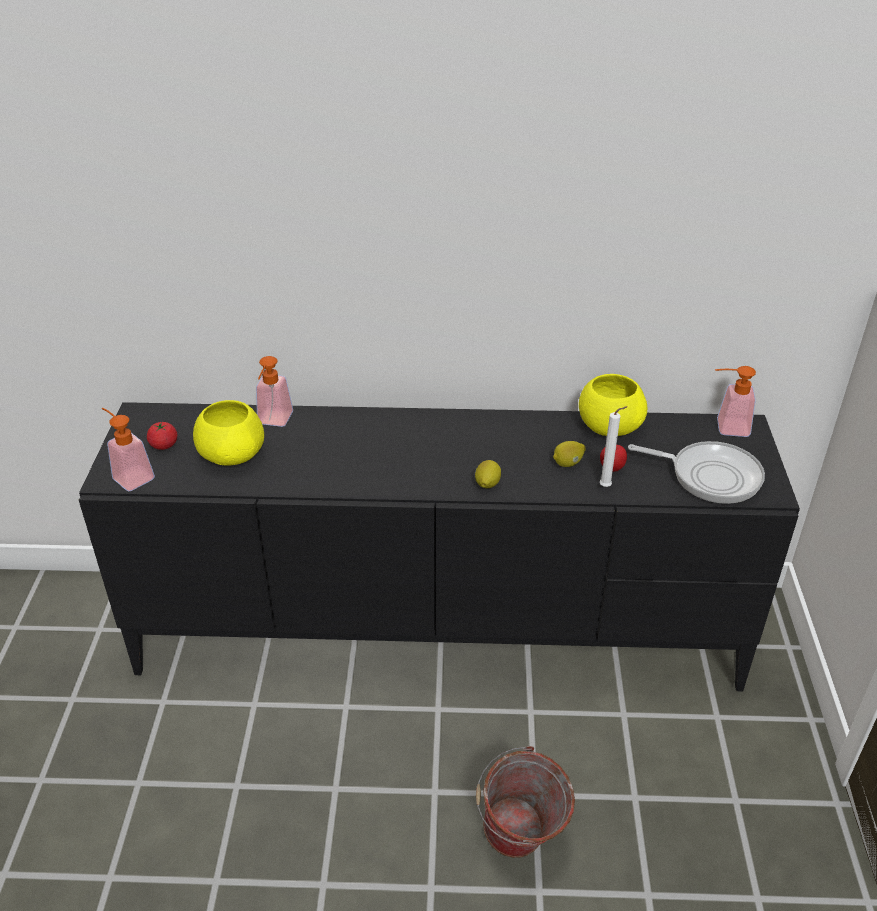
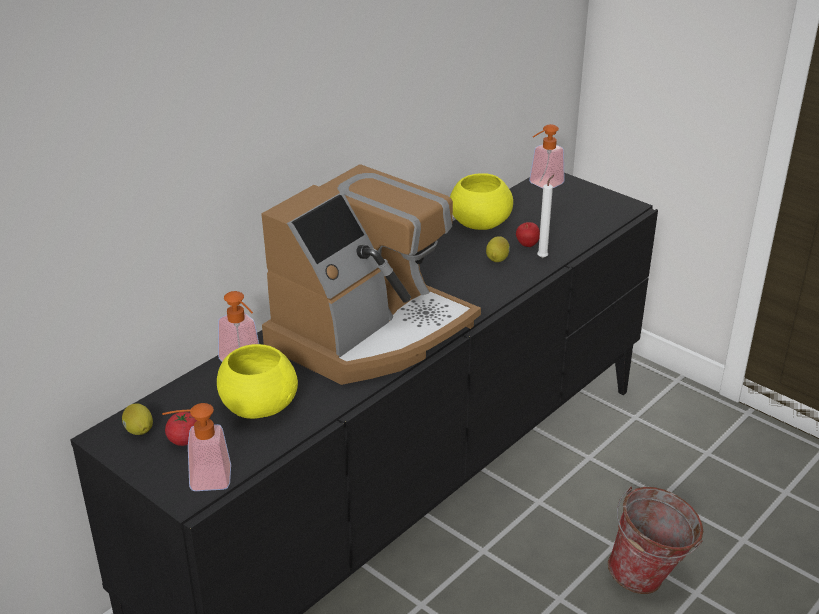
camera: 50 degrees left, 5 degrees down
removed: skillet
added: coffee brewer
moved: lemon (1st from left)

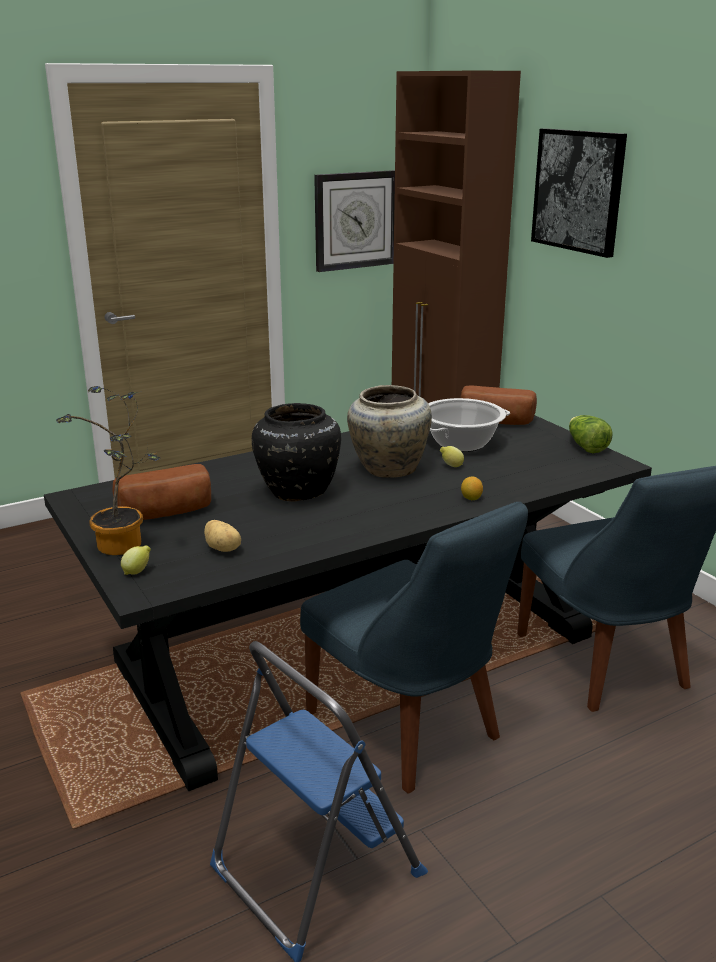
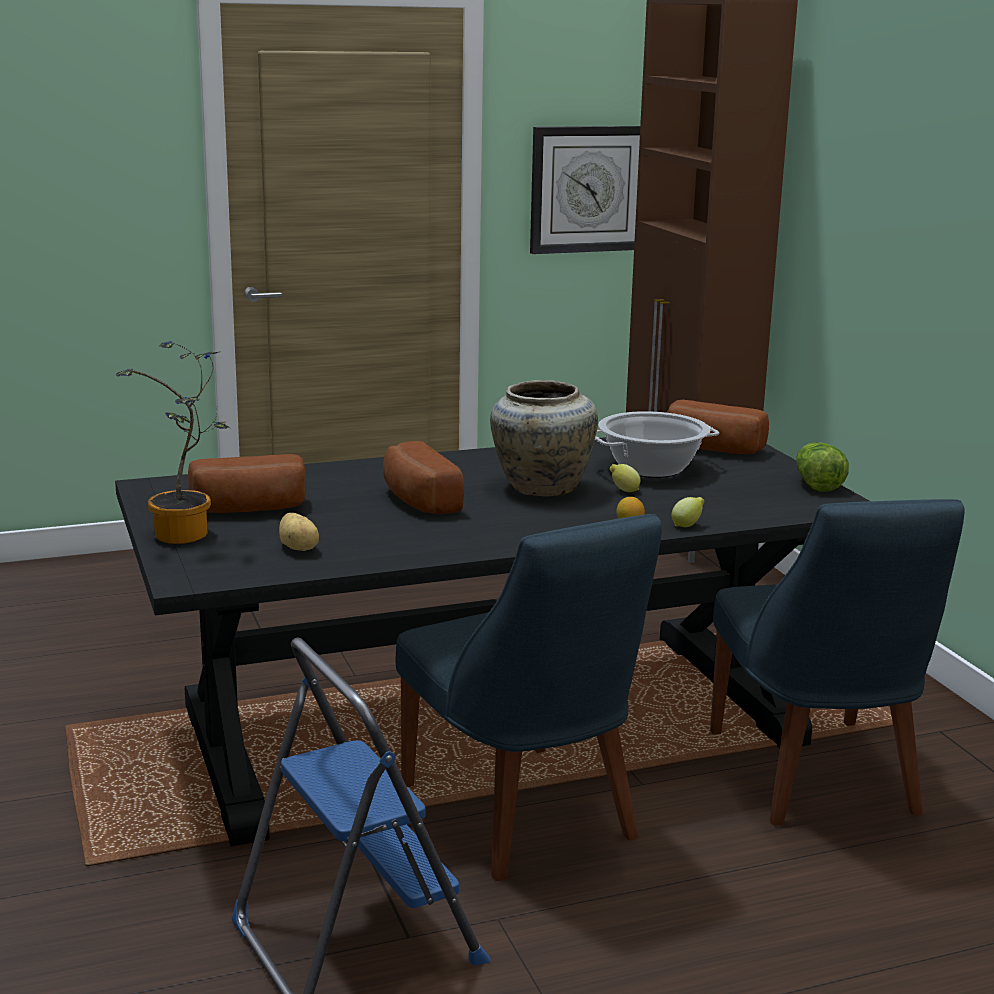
camera: 10 degrees right, 5 degrees down
removed: wall art
moved: lemon (1st from left in the first image) to lemon (3rd from left)
replaced: black decorative vase to baked bread (2nd from left)

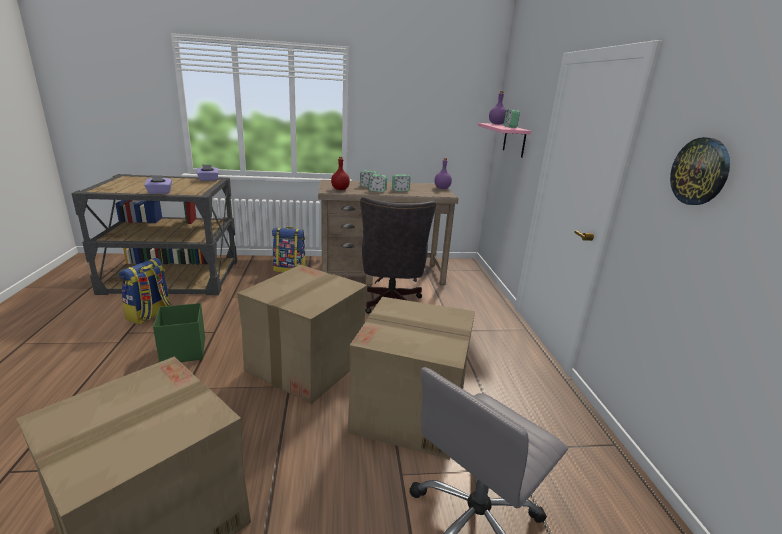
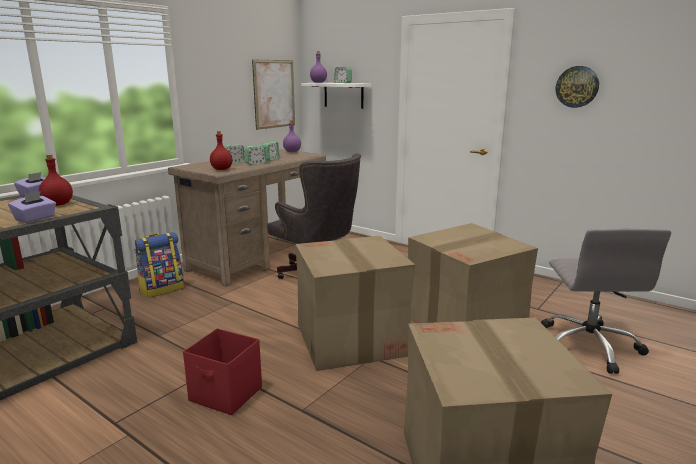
camera: 45 degrees left, 5 degrees down
removed: knapsack (1st from left)
added: red-coloured beverage bottle (1st from left); wall art
recoloured: greenish storage bin to red-coloured storage bin; pinkish wall shelf to whitish wall shelf

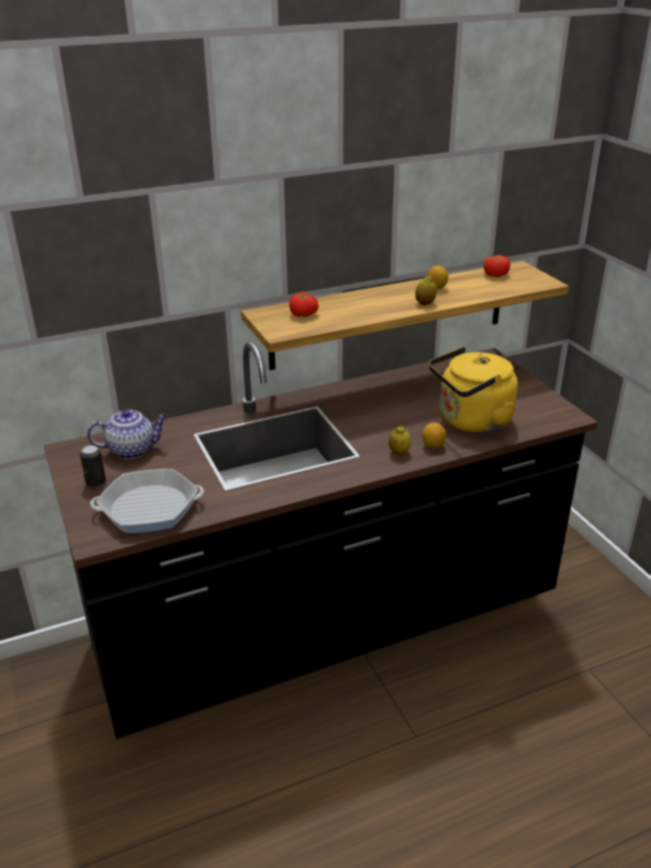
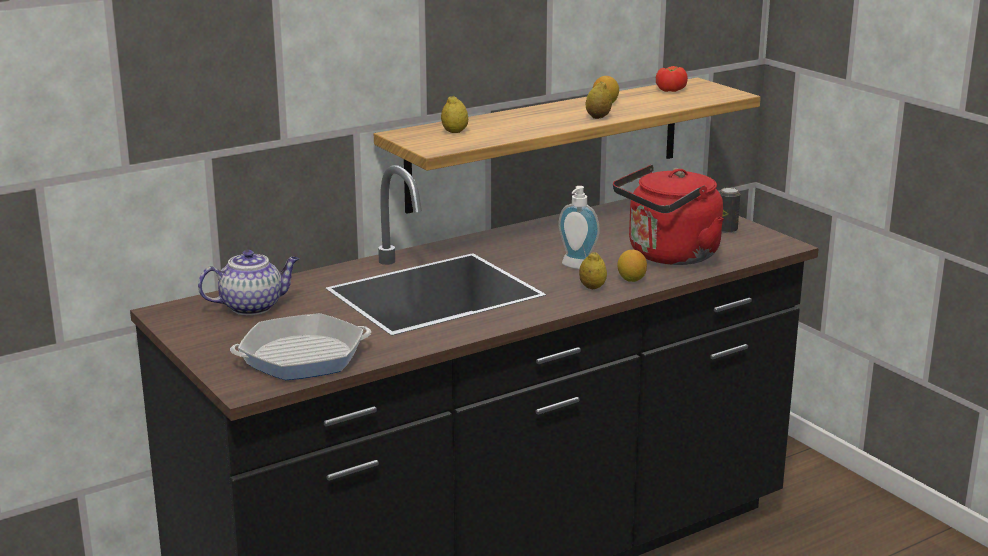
camera: 10 degrees left, 10 degrees down
added: soap dispenser
moved: sealed can
replaced: tomato (1st from left) to lemon (1st from left)
recoloured: yellowish kettle to red-coloured kettle

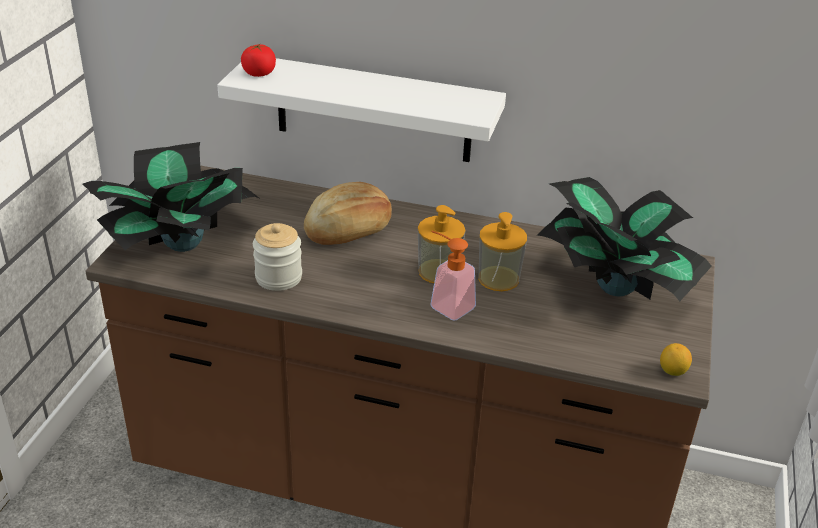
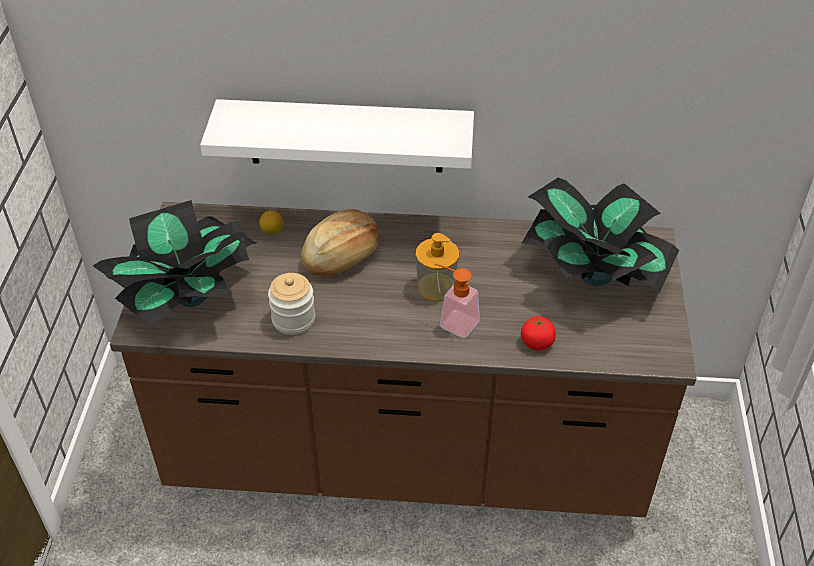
camera: 10 degrees left, 10 degrees up
removed: soap dispenser (3rd from left)
moved: tomato; lemon

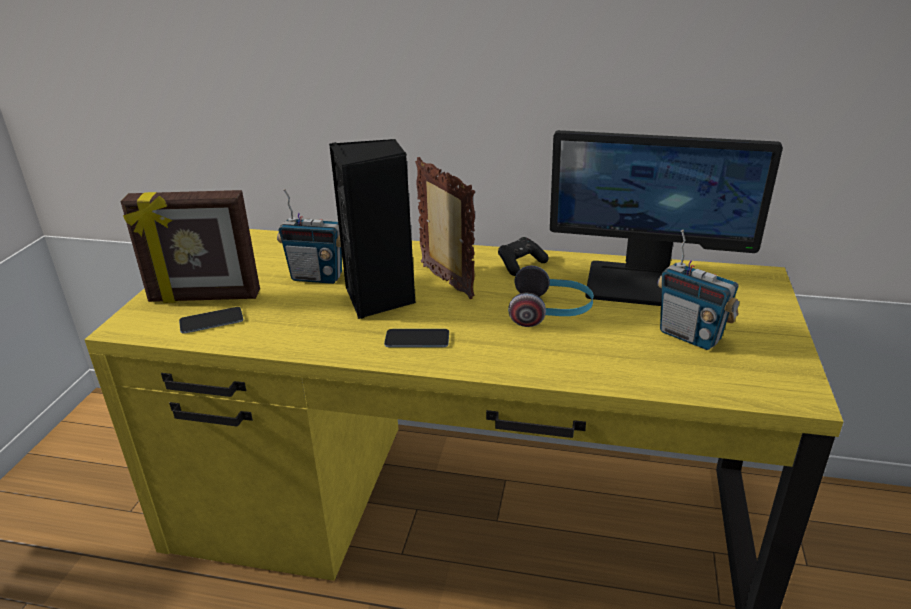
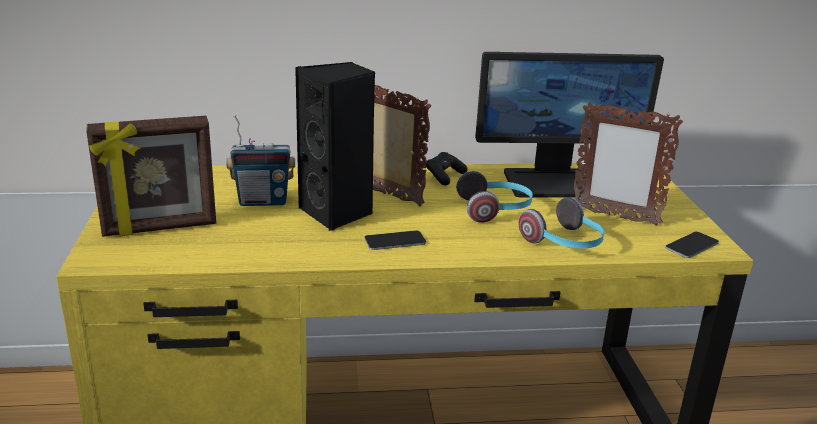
camera: 20 degrees left, 5 degrees down
added: pair of headphones (2nd from left)
moved: telephone (1st from left in the first image) to telephone (2nd from left)
replaced: radio set (2nd from left) to standing frame (3rd from left)

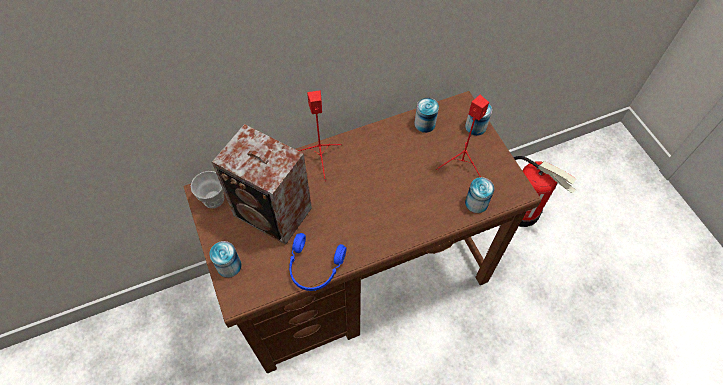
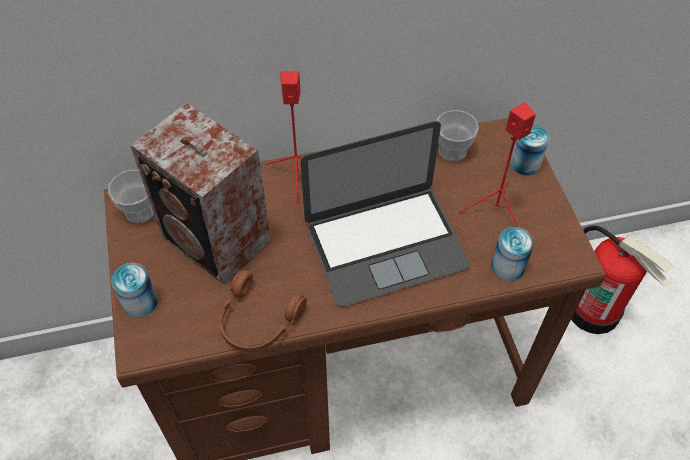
camera: 10 degrees right, 5 degrees down
added: laptop
replaced: sealed can (2nd from left) to small cup (2nd from left)
recoloured: blue-coloured pair of headphones to brown-coloured pair of headphones

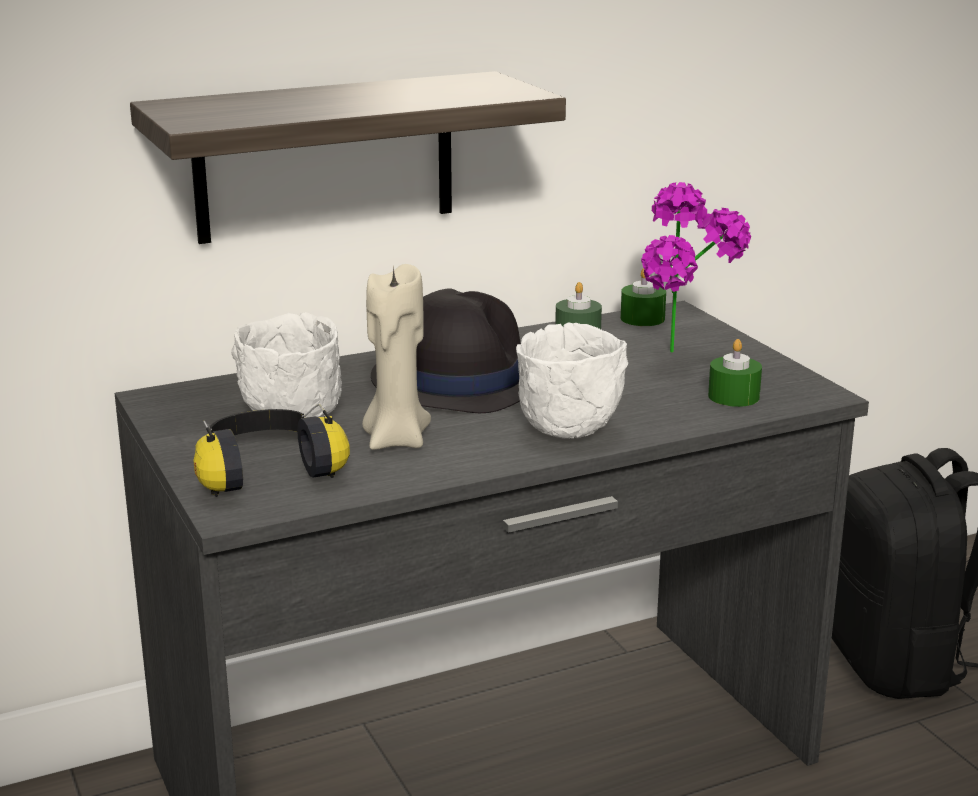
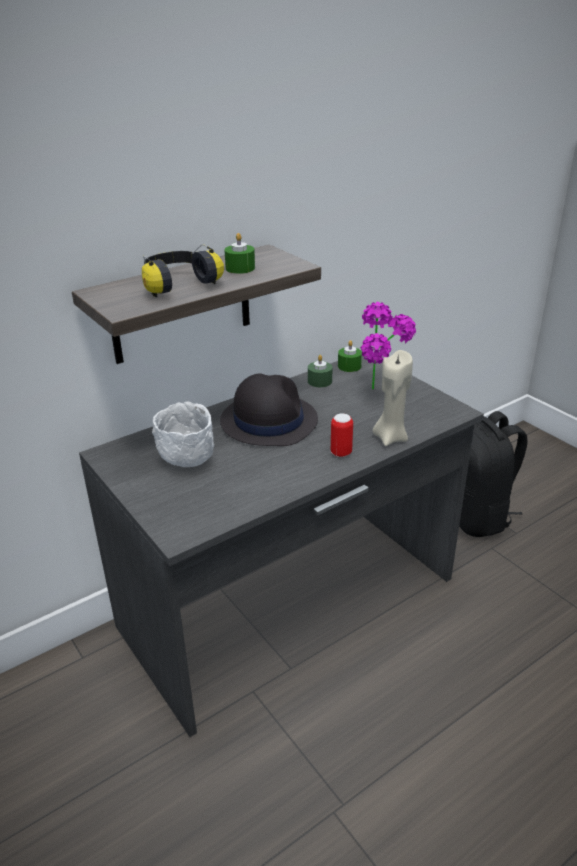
camera: 10 degrees left, 10 degrees up
moved: pair of headphones; beige-coloured candle; greenish candle (3rd from left in the first image) to greenish candle (1st from left)
replaced: whitish deep dish (2nd from left) to sealed can

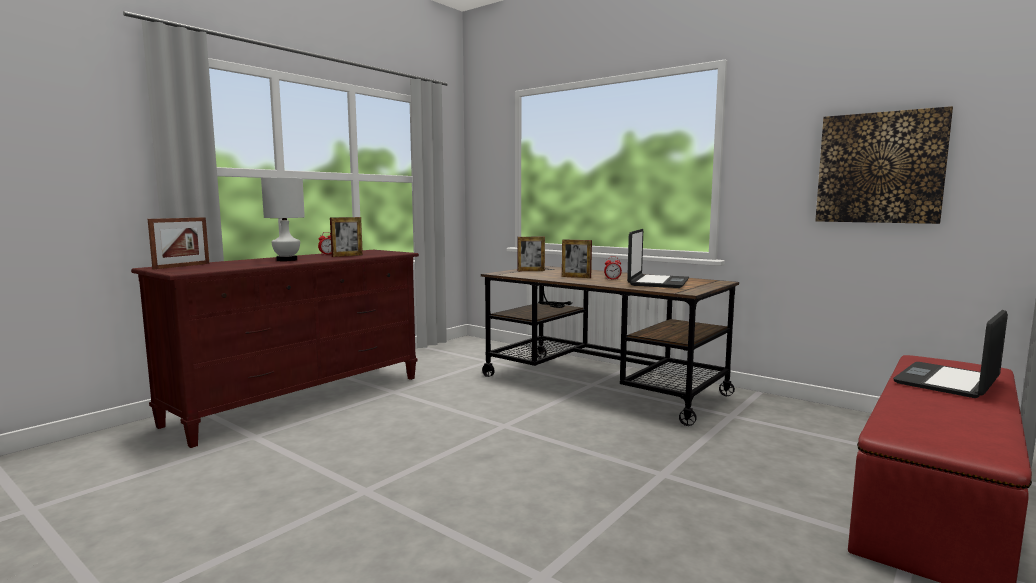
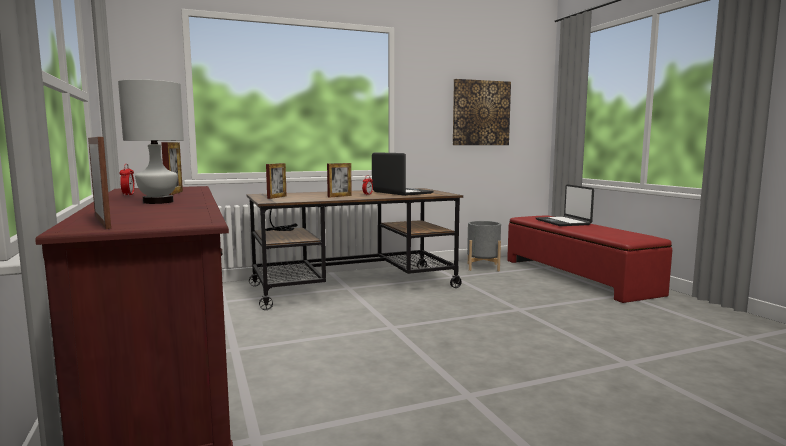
camera: 60 degrees left, 0 degrees up
added: grey flower pot

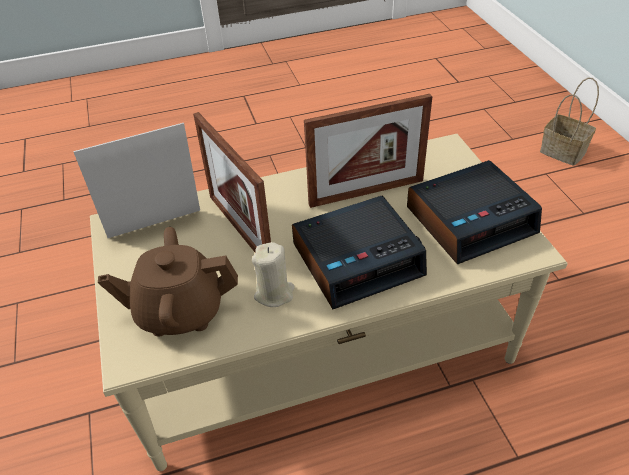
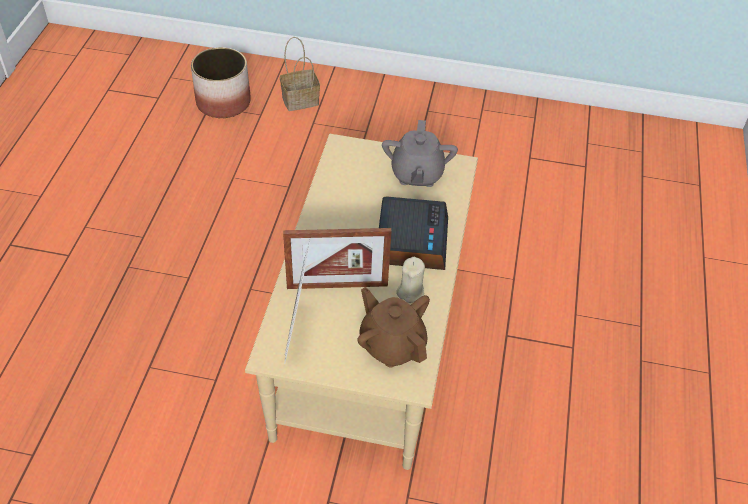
camera: 65 degrees left, 5 degrees up
removed: standing frame (3rd from left)
added: flower pot
replaced: alarm clock (2nd from left) to grey tea pot
turned: brown-coloured tea pot 120 degrees clockwise

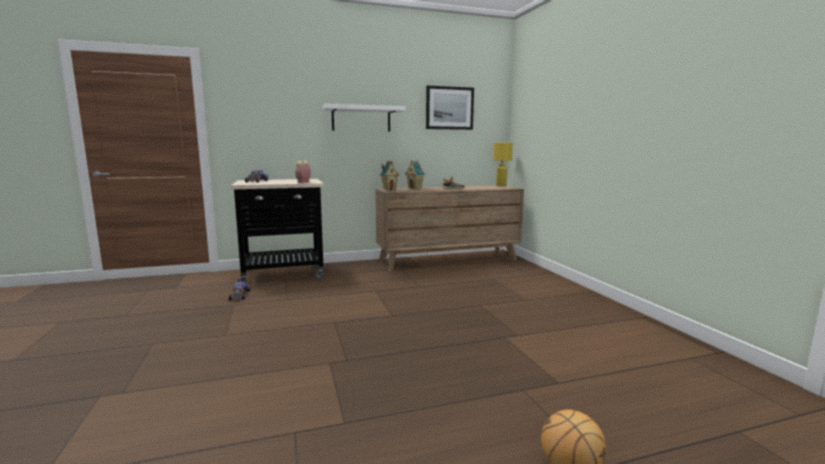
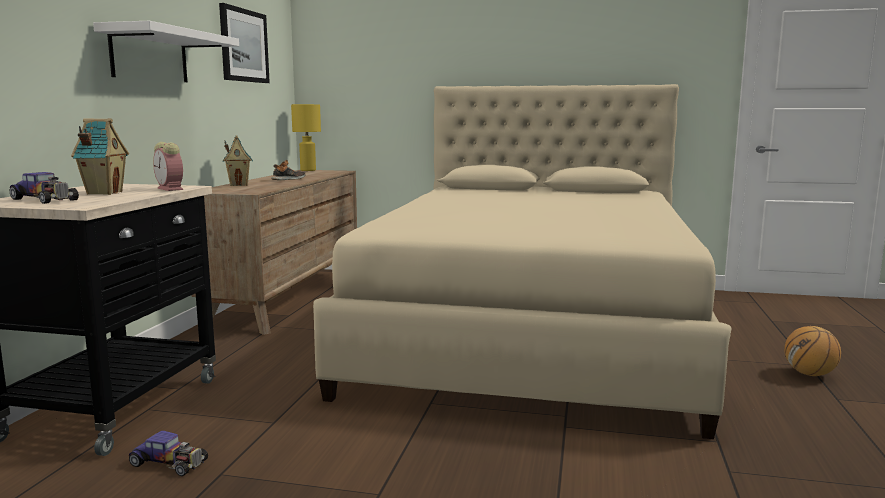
camera: 60 degrees left, 0 degrees up
added: beige-coloured sleeping bed
moved: toy house (1st from left)

